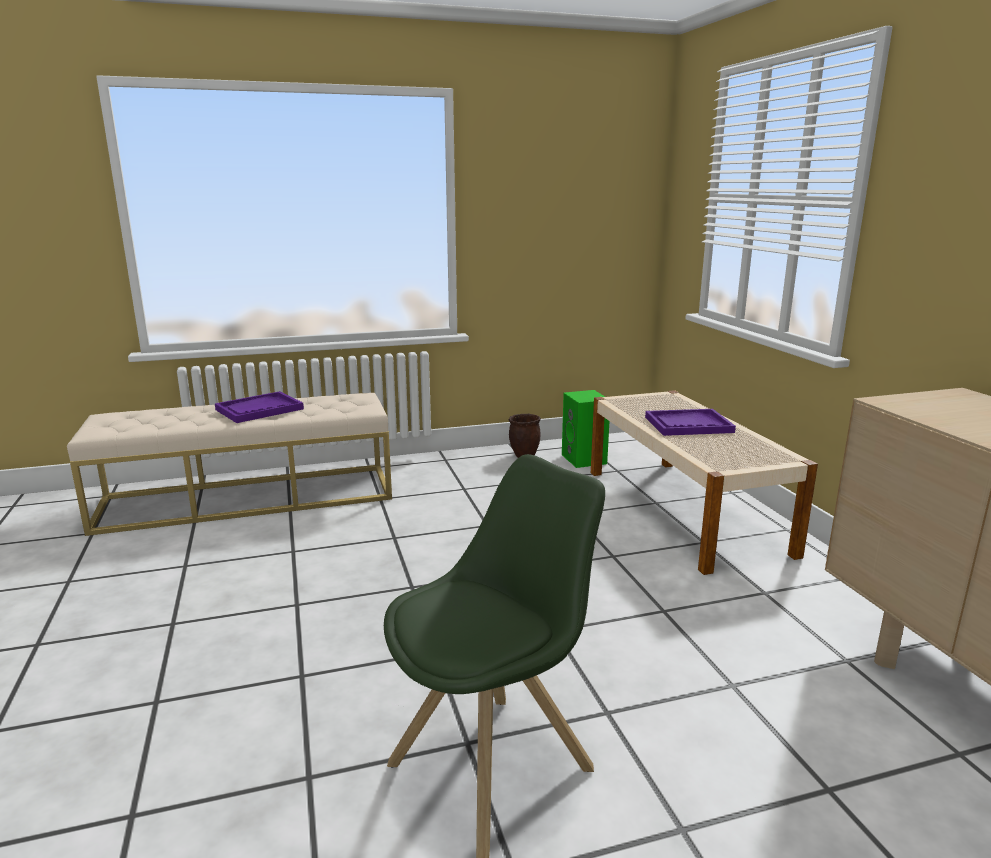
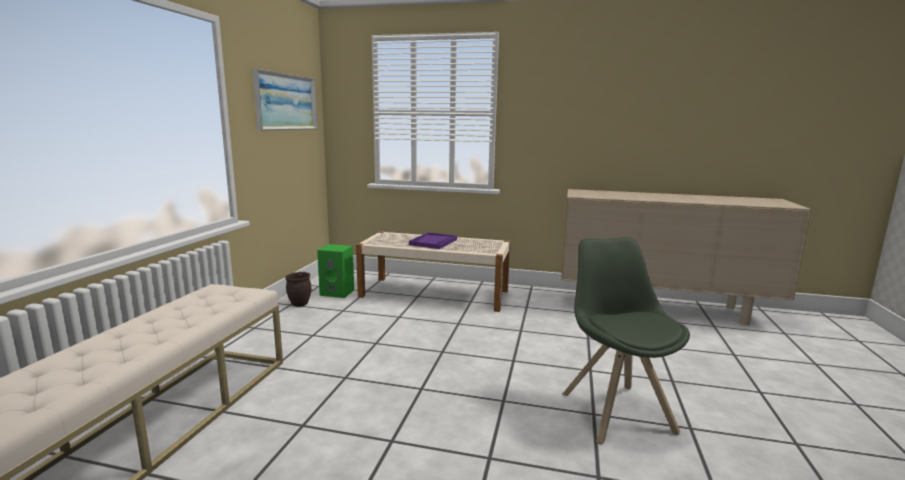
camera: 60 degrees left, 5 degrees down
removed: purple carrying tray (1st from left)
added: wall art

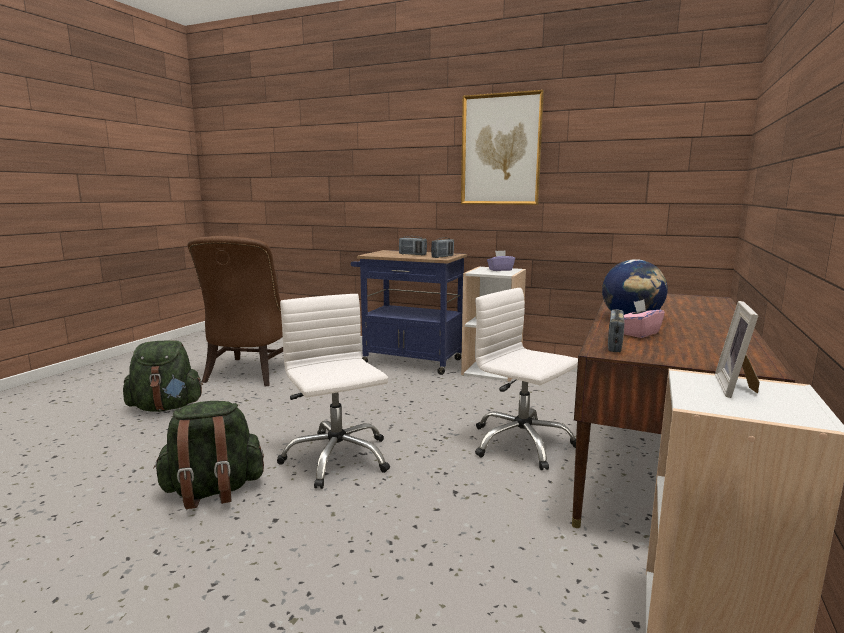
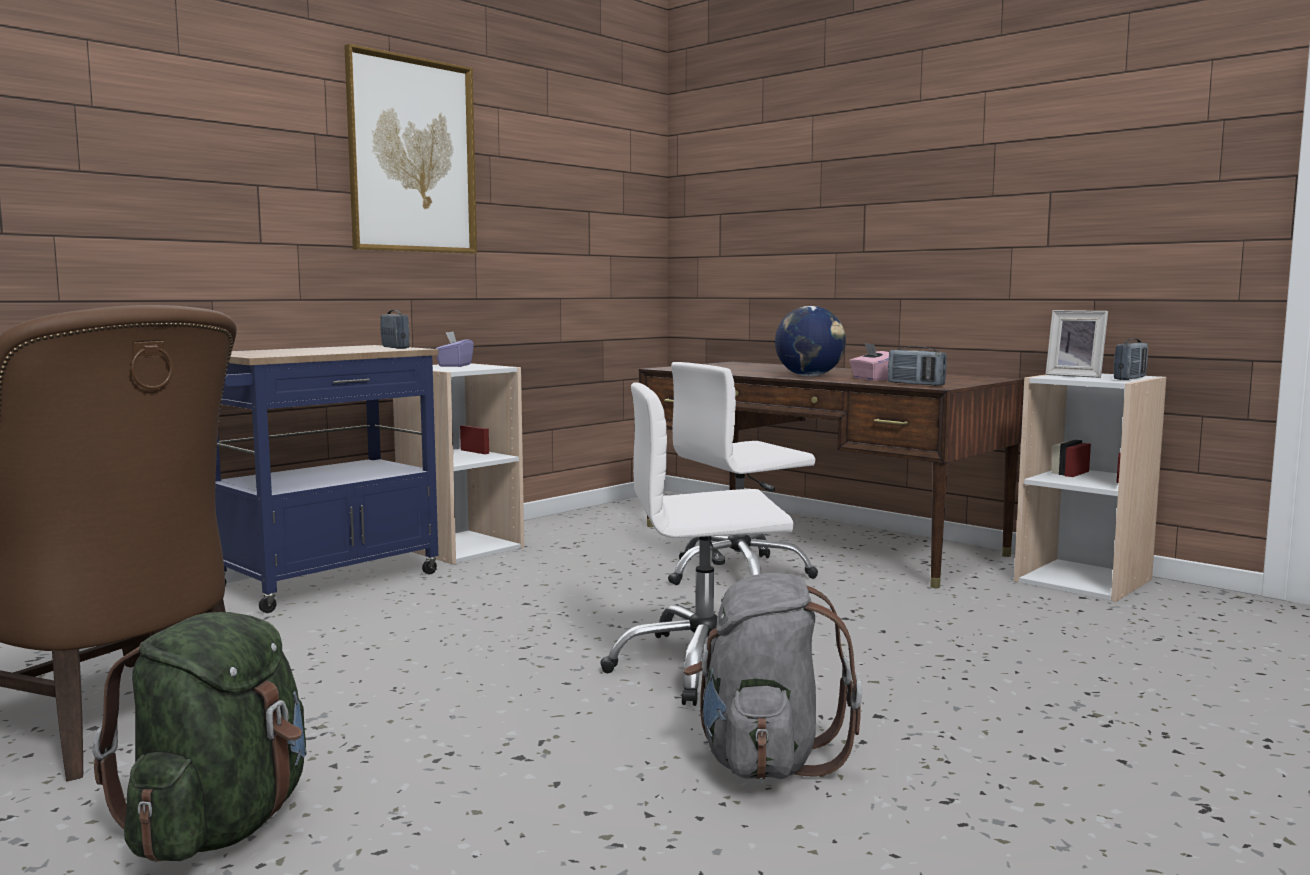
camera: 70 degrees left, 5 degrees down
moved: radio set (1st from left in the first image) to radio set (3rd from left)
recoloured: greenish knapsack (2nd from left) to grey knapsack

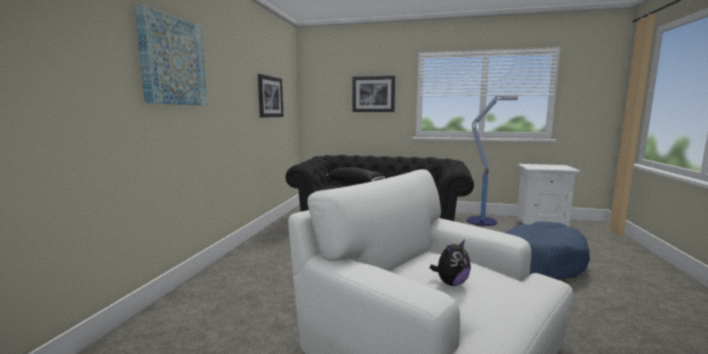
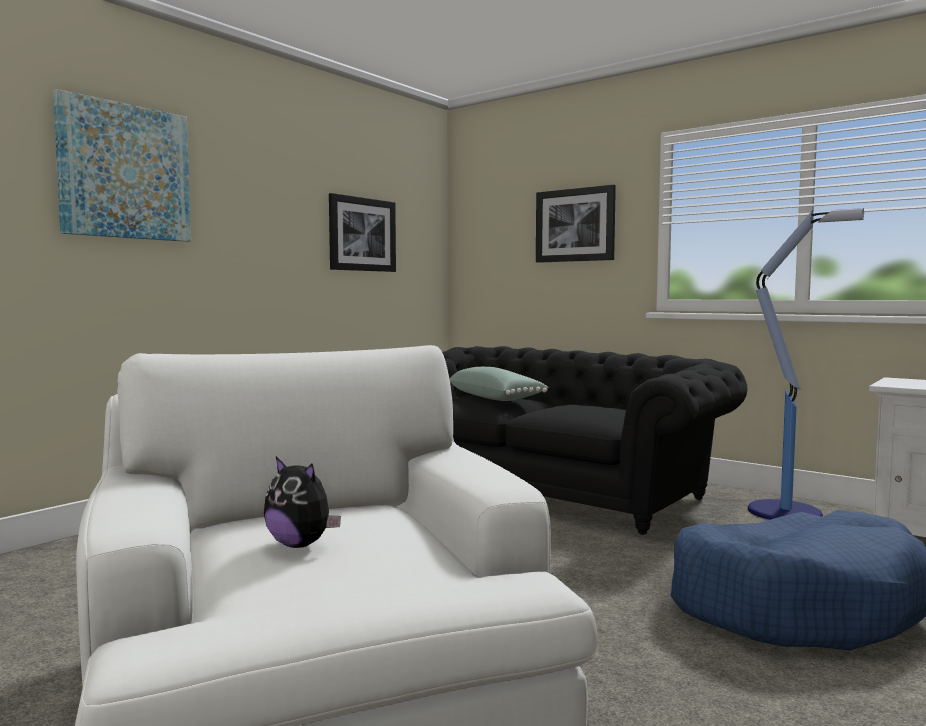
camera: 25 degrees right, 5 degrees down
recoloured: black cushion to greenish cushion
turned: soft toy 45 degrees clockwise

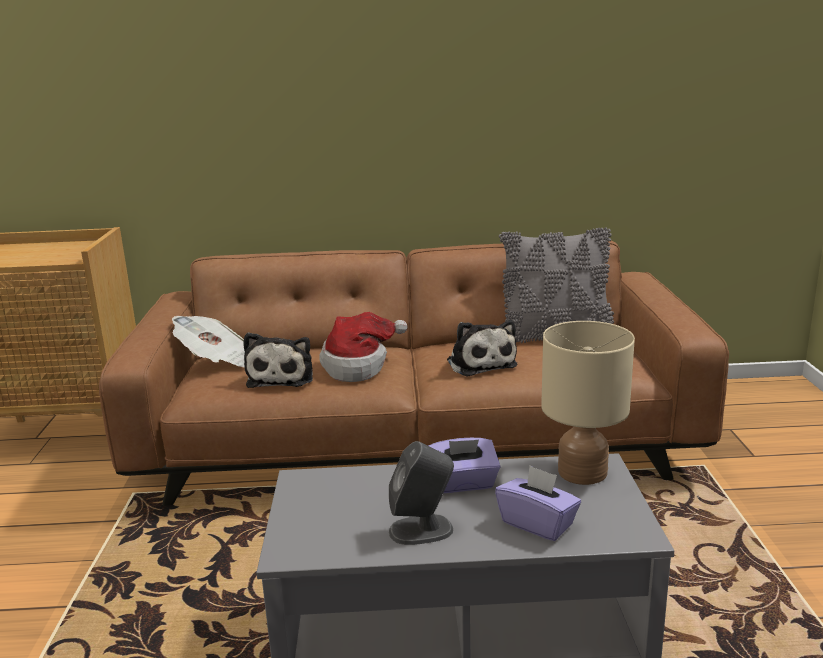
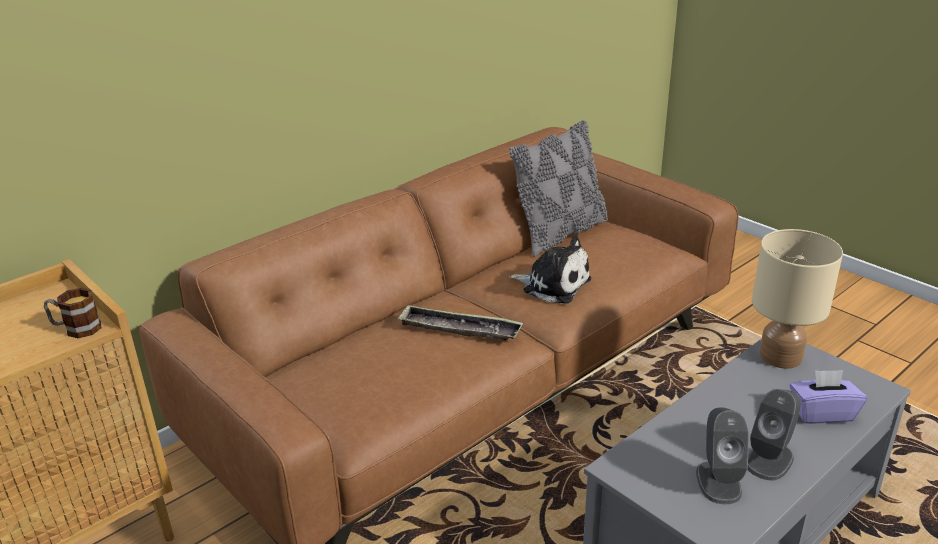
camera: 40 degrees left, 10 degrees up
removed: daily paper; soft toy (1st from left); purple tissue box (1st from left)
added: coffee mug; grey speaker (1st from left)
replaced: clothing hat to carrying tray

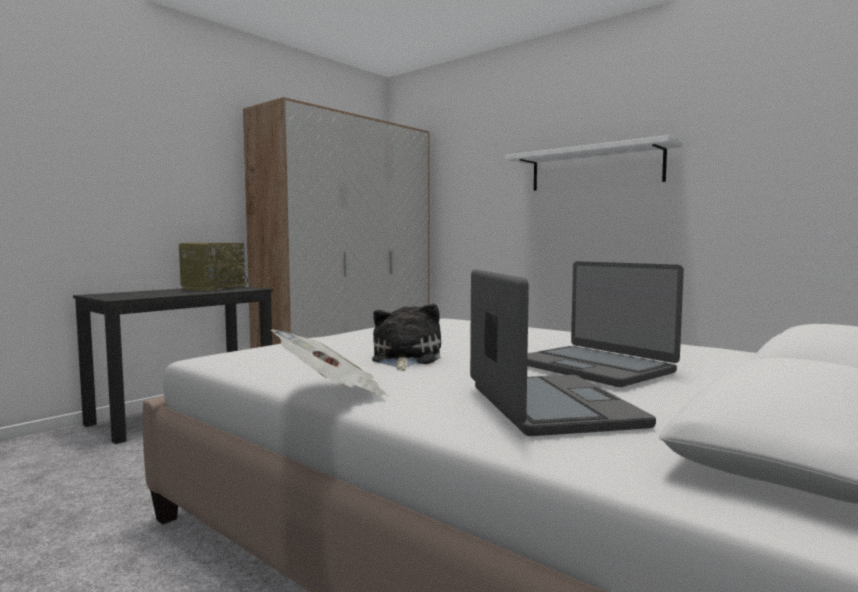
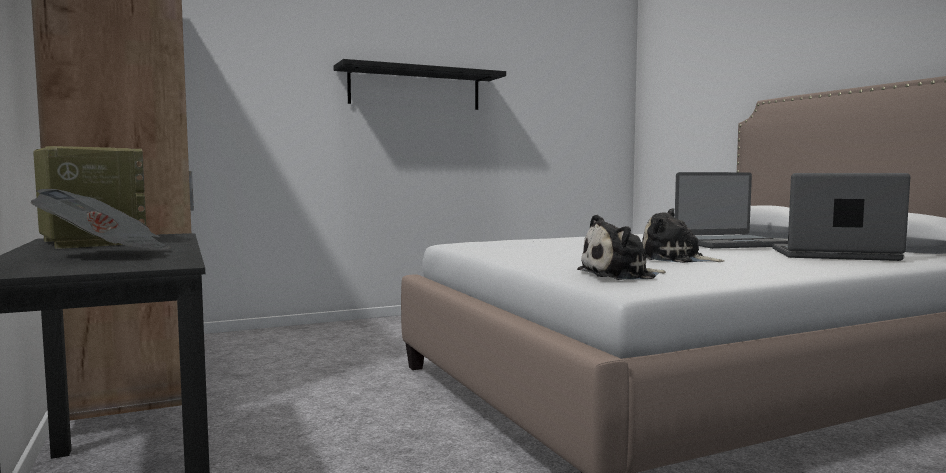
camera: 65 degrees left, 0 degrees up
added: soft toy (1st from left)
moved: daily paper
recoloured: whitish wall shelf to black wall shelf

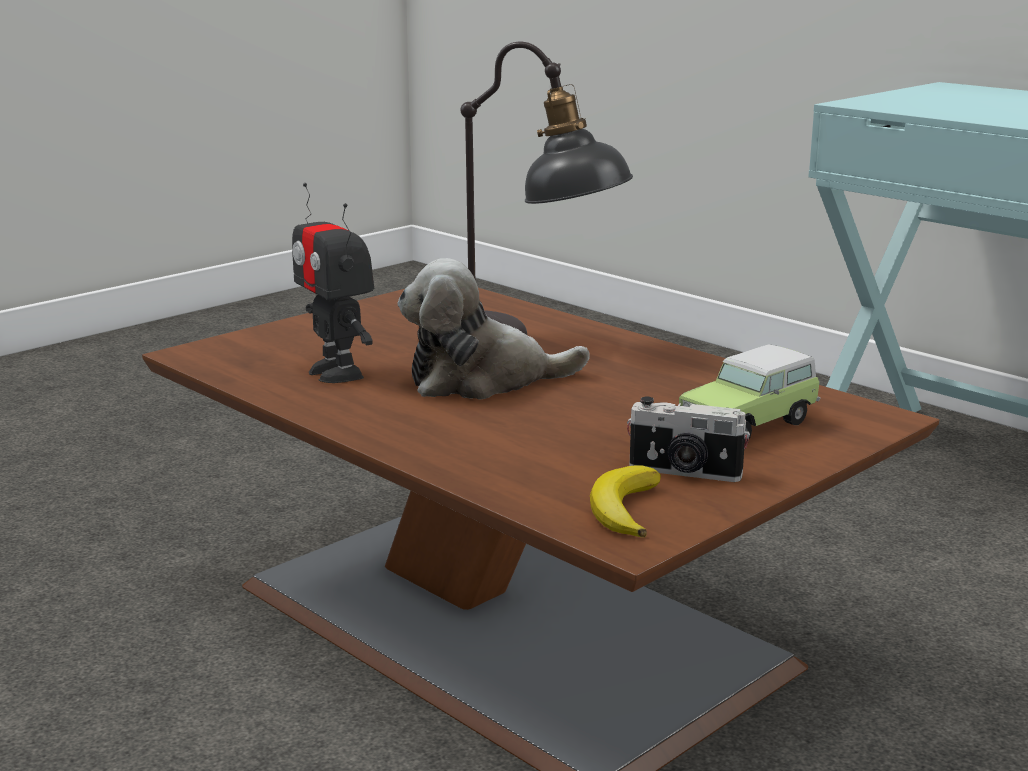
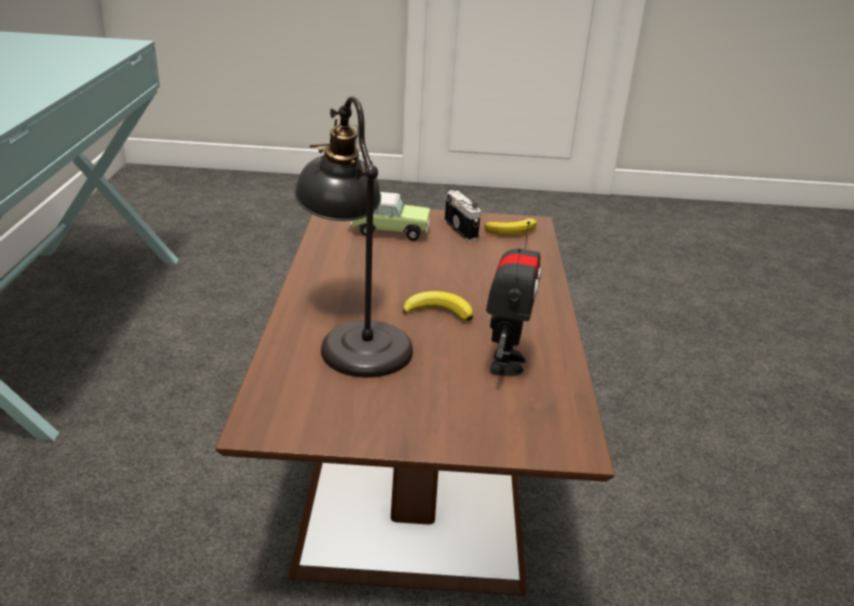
camera: 135 degrees left, 10 degrees up
replaced: soft toy to banana fruit (1st from left)

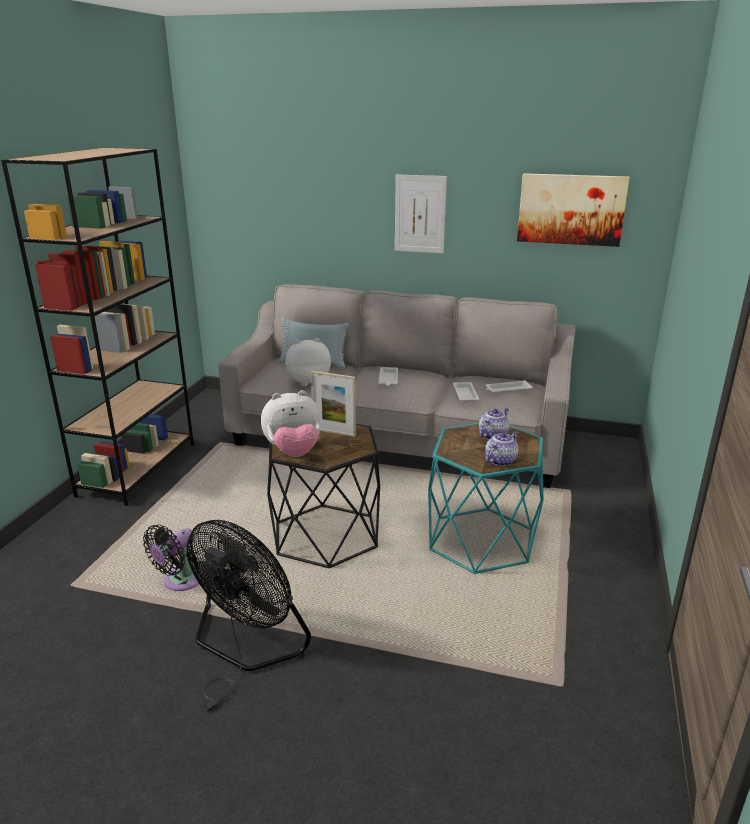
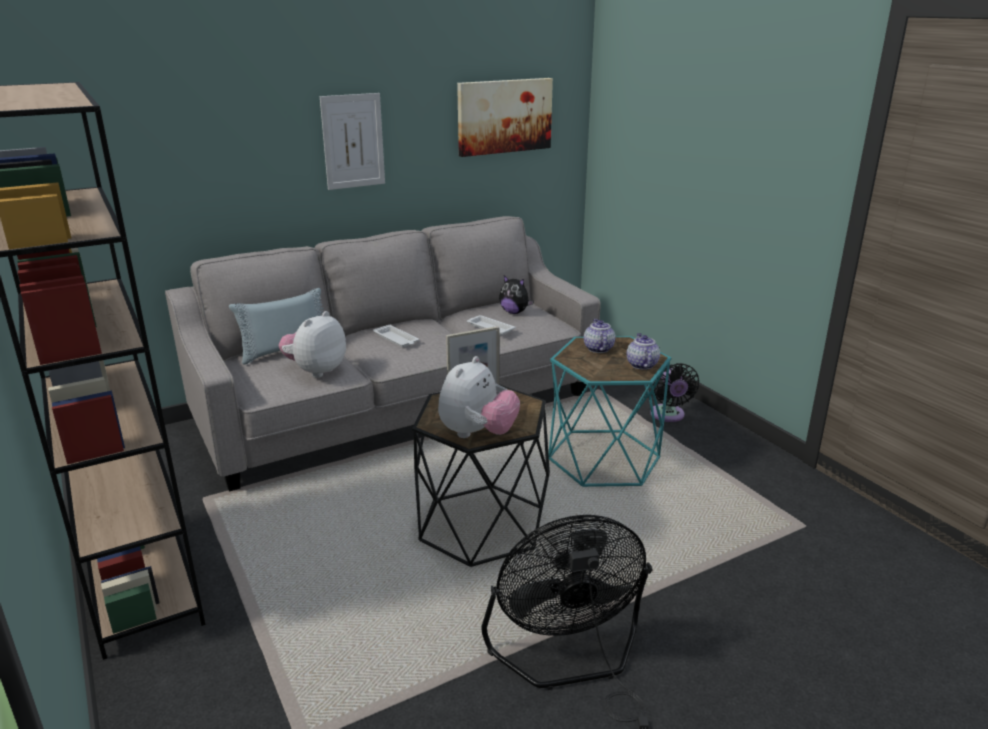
camera: 45 degrees left, 0 degrees up
moved: black cooling fan (1st from left in the first image) to black cooling fan (2nd from left)
replaced: whitish carrying tray (3rd from left) to soft toy (3rd from left)

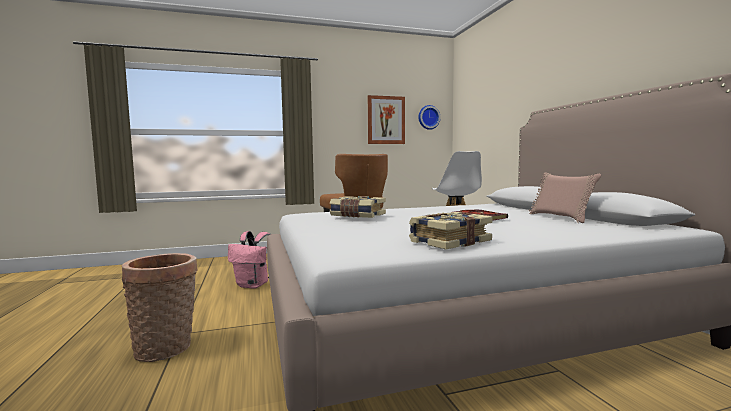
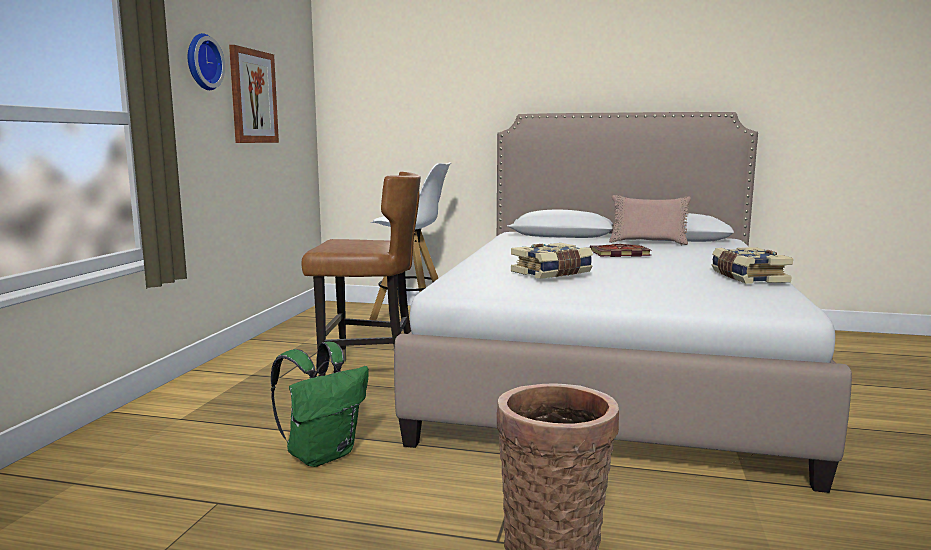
camera: 60 degrees left, 5 degrees up
moved: hanging clock
recoloured: pinkish knapsack to greenish knapsack

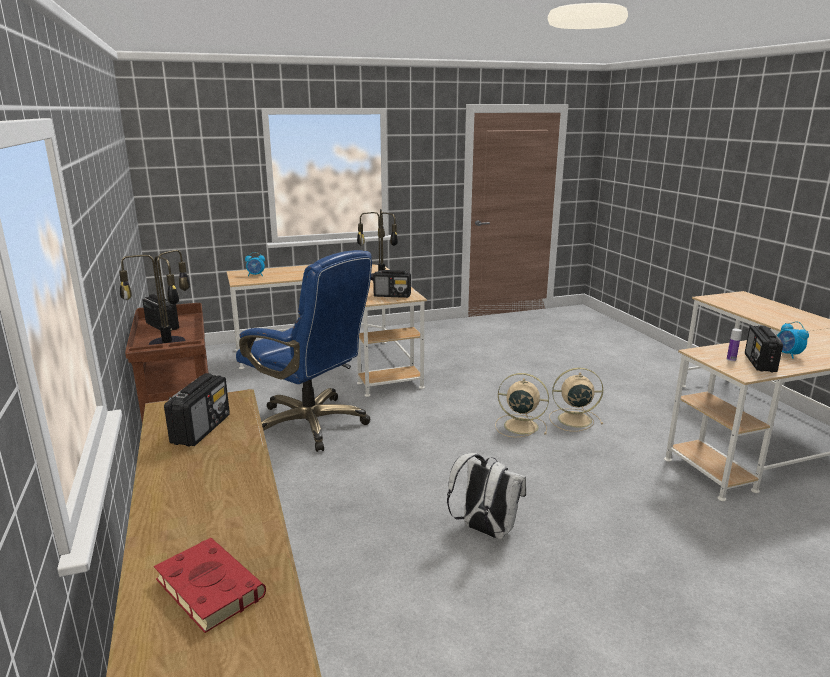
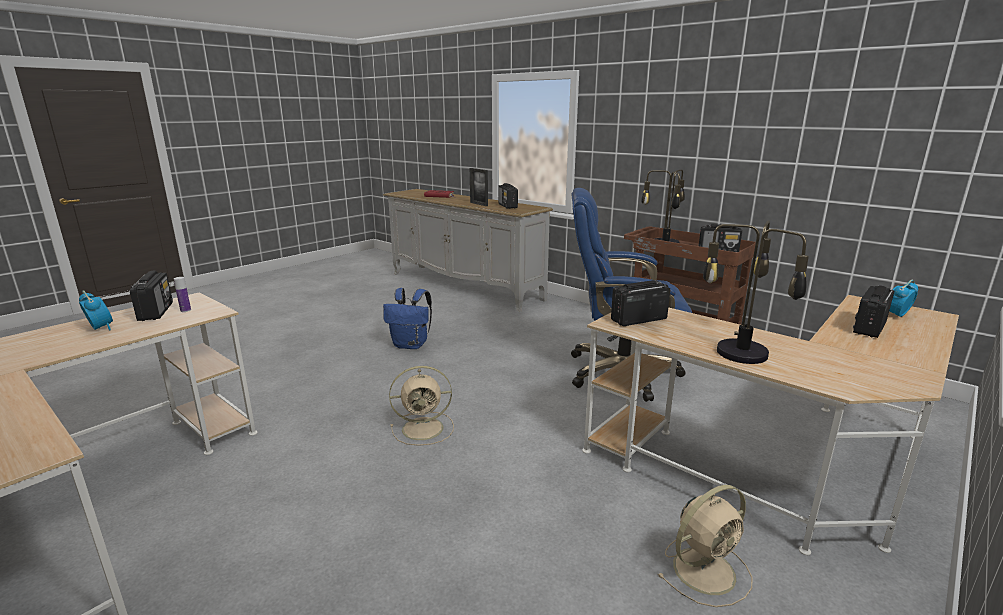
camera: 150 degrees right, 0 degrees up
added: standing frame; radio set (5th from left)
moved: beige-coloured cooling fan (2nd from left)
recoloured: whitish knapsack to blue-coloured knapsack

